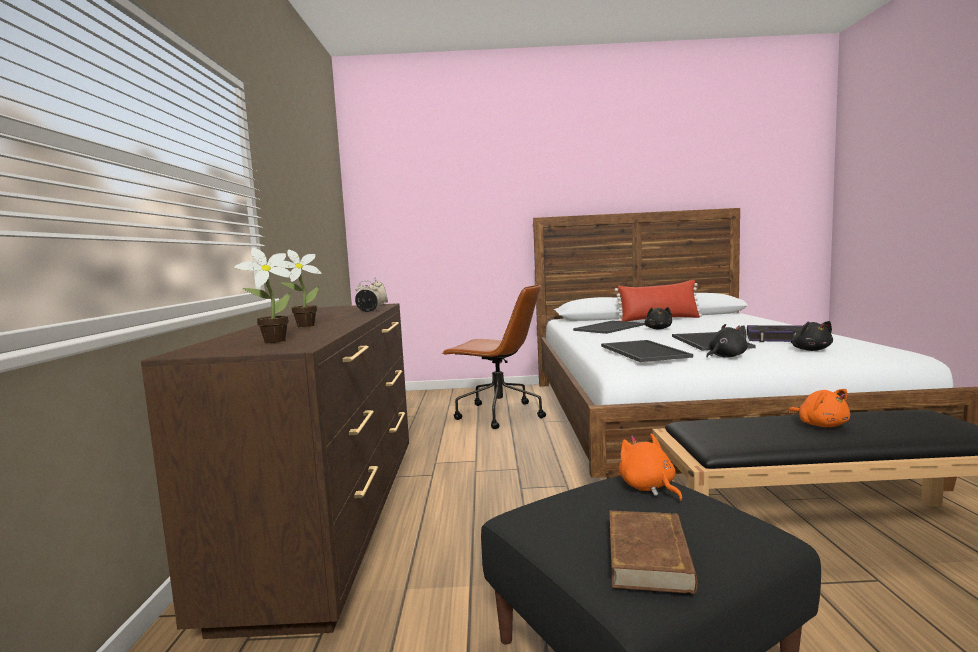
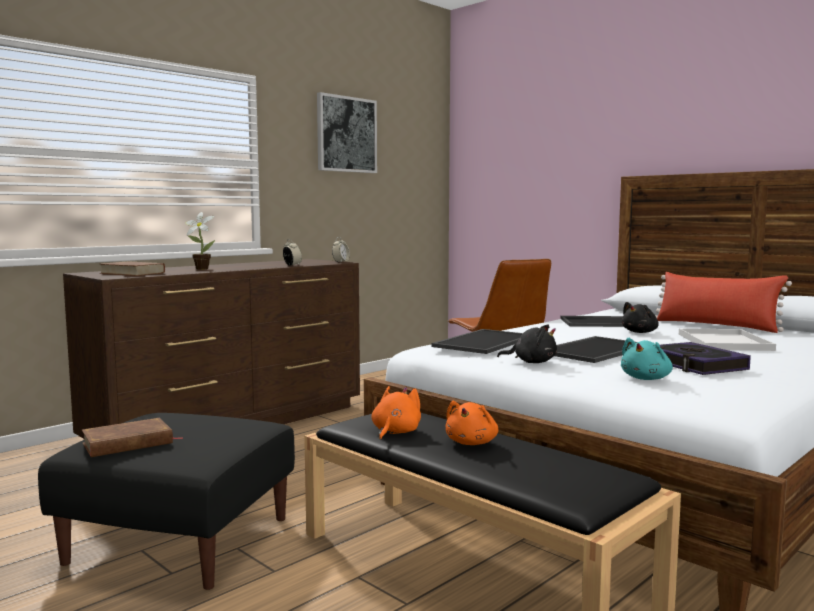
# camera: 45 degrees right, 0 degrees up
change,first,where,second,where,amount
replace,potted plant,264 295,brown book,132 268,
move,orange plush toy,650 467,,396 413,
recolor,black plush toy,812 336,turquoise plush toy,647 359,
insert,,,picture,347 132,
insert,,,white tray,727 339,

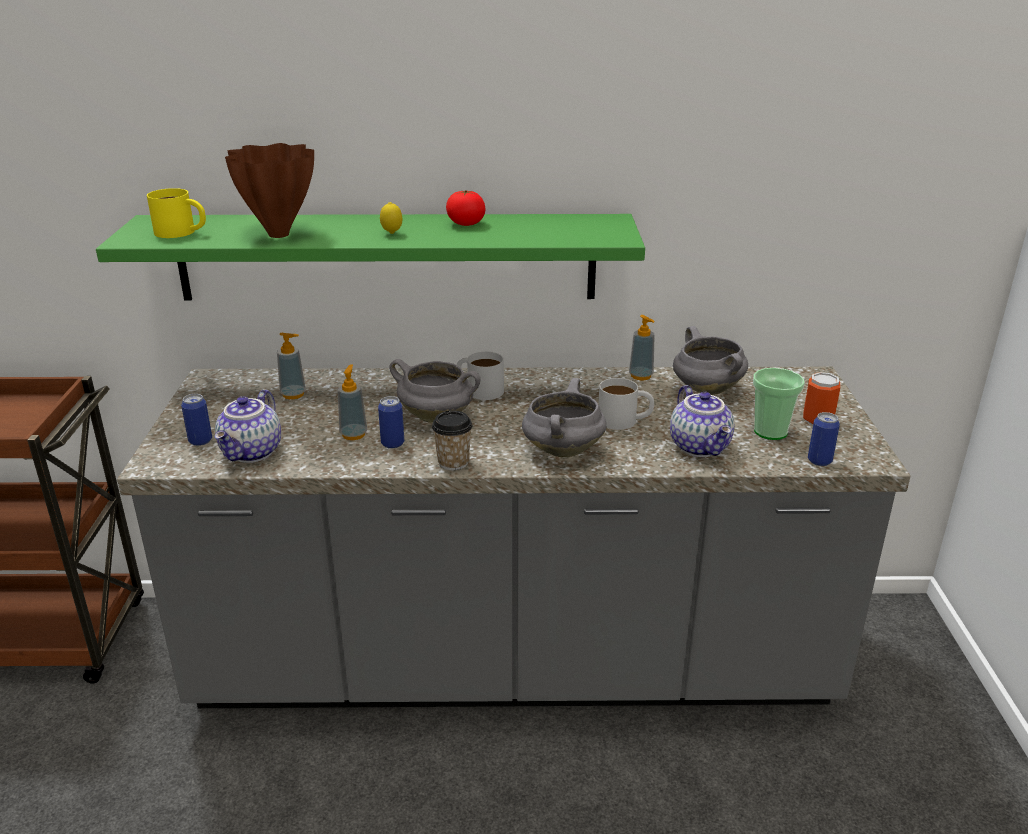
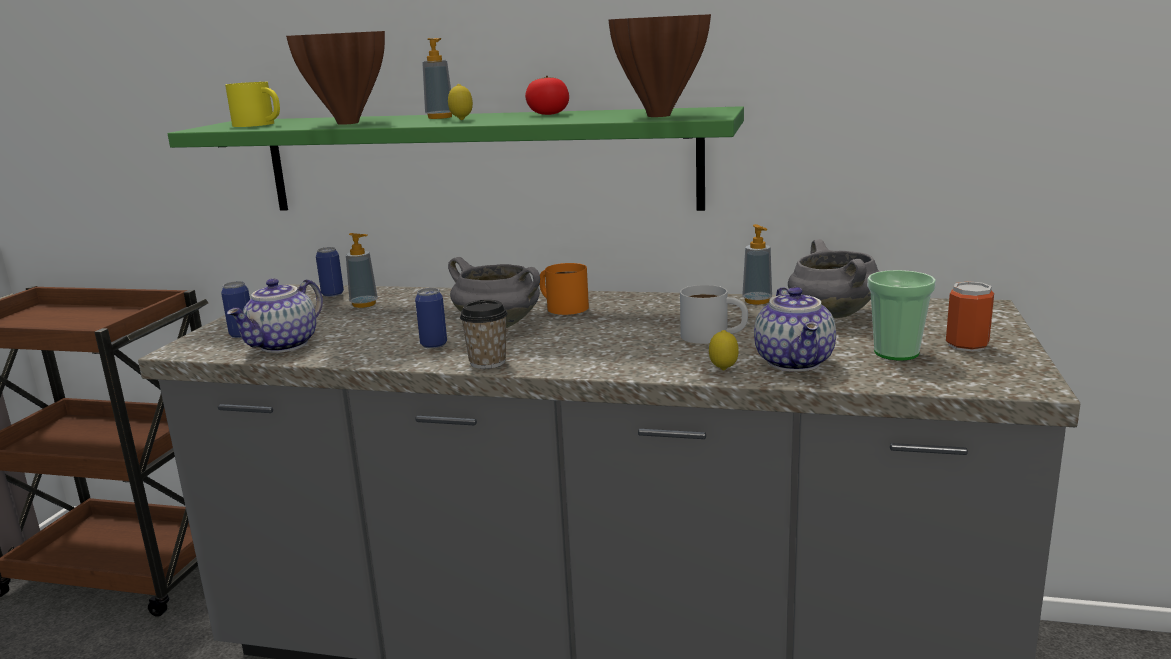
# camera: 15 degrees right, 10 degrees down
change,first,where,second,where,amount
move,soap dispenser,352 402,,437 78,
recolor,white mug,480 376,orange mug,564 289,
delete,grey cooking pot,564 418,,,
move,can,824 439,,330 272,
insert,,,brown vase,659 65,
insert,,,lemon,724 350,

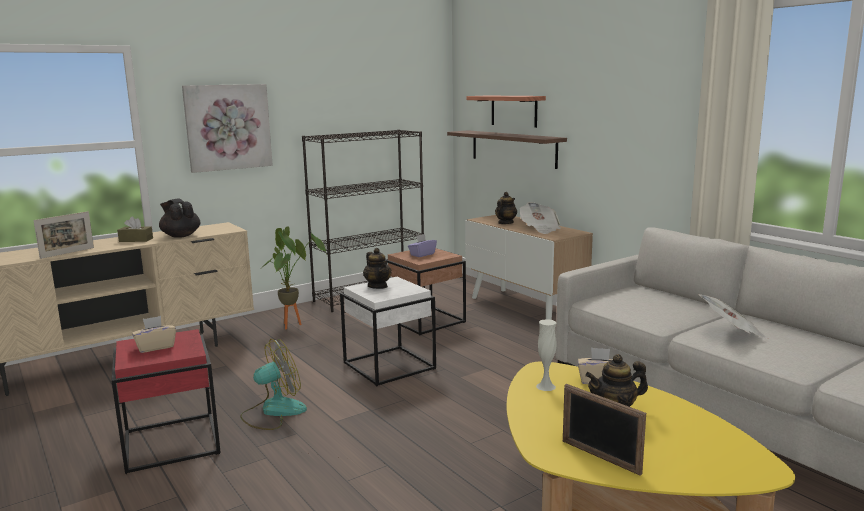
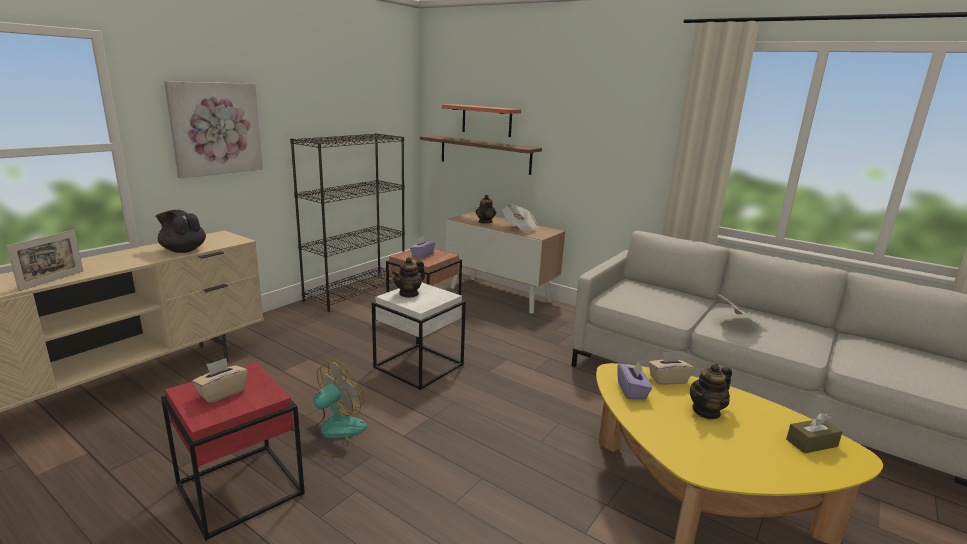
# camera: 20 degrees left, 5 degrees up
change,first,where,second,where,amount
move,brown tissue box,135 229,,814 433,
delete,potted plant,294 277,,,
rotate,teapot,377 268,,408 277,90 degrees clockwise
replace,white vase,546 355,purple tissue box,634 380,
delete,picture frame,604 430,,,

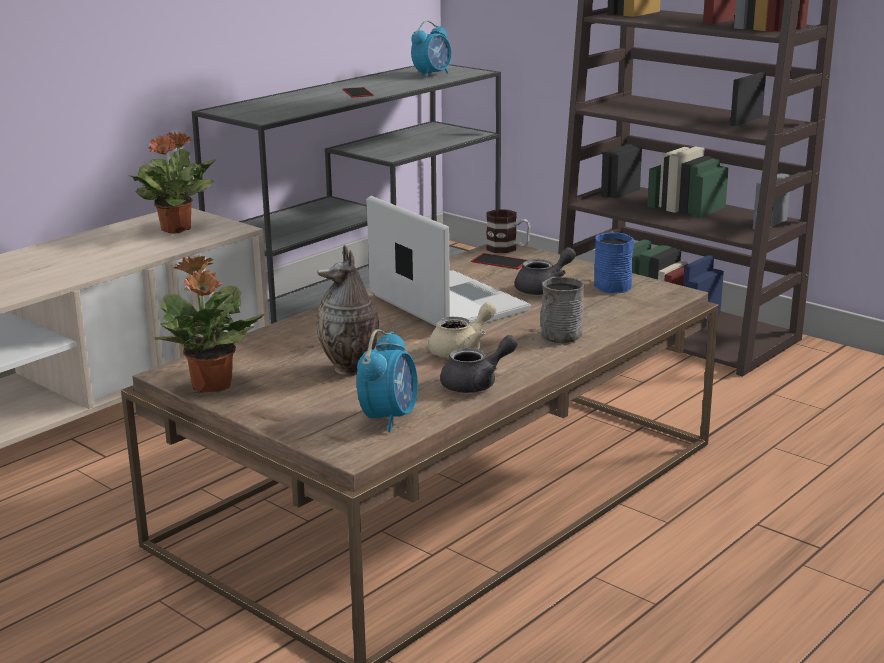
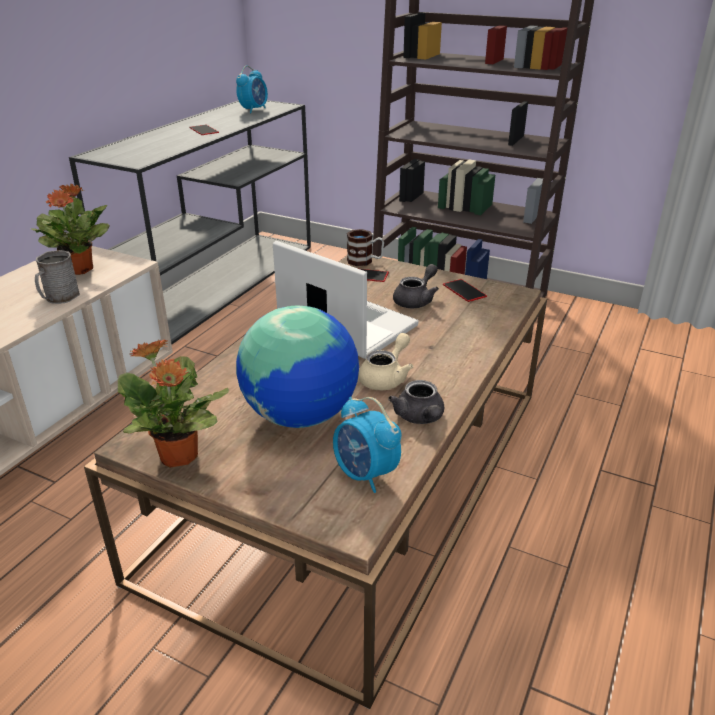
# camera: 15 degrees left, 10 degrees up
change,first,where,second,where,amount
replace,vase,348 310,globe,297 367,
rotate,alarm clock,387 380,,367 445,135 degrees clockwise
rotate,grey teapot,479 364,,416 402,120 degrees clockwise
move,grey mug,562 311,,57 277,
replace,blue mug,614 263,phone,465 290,

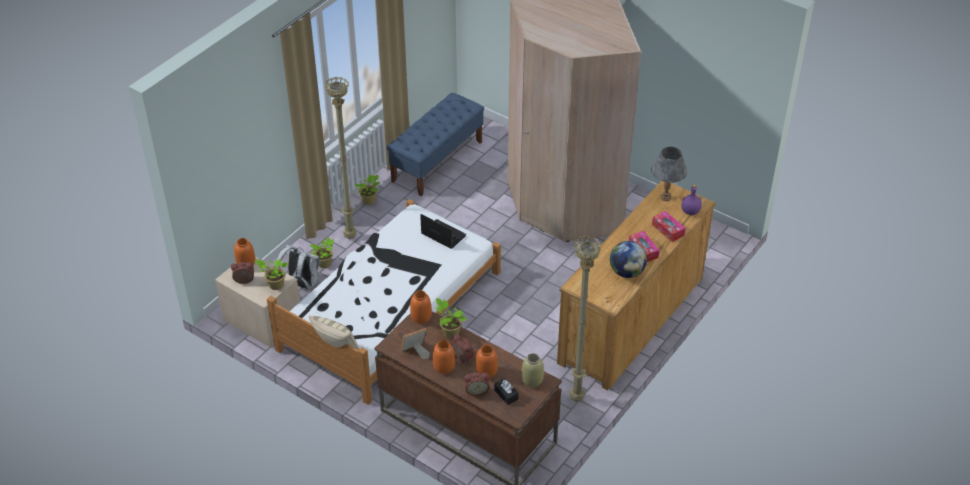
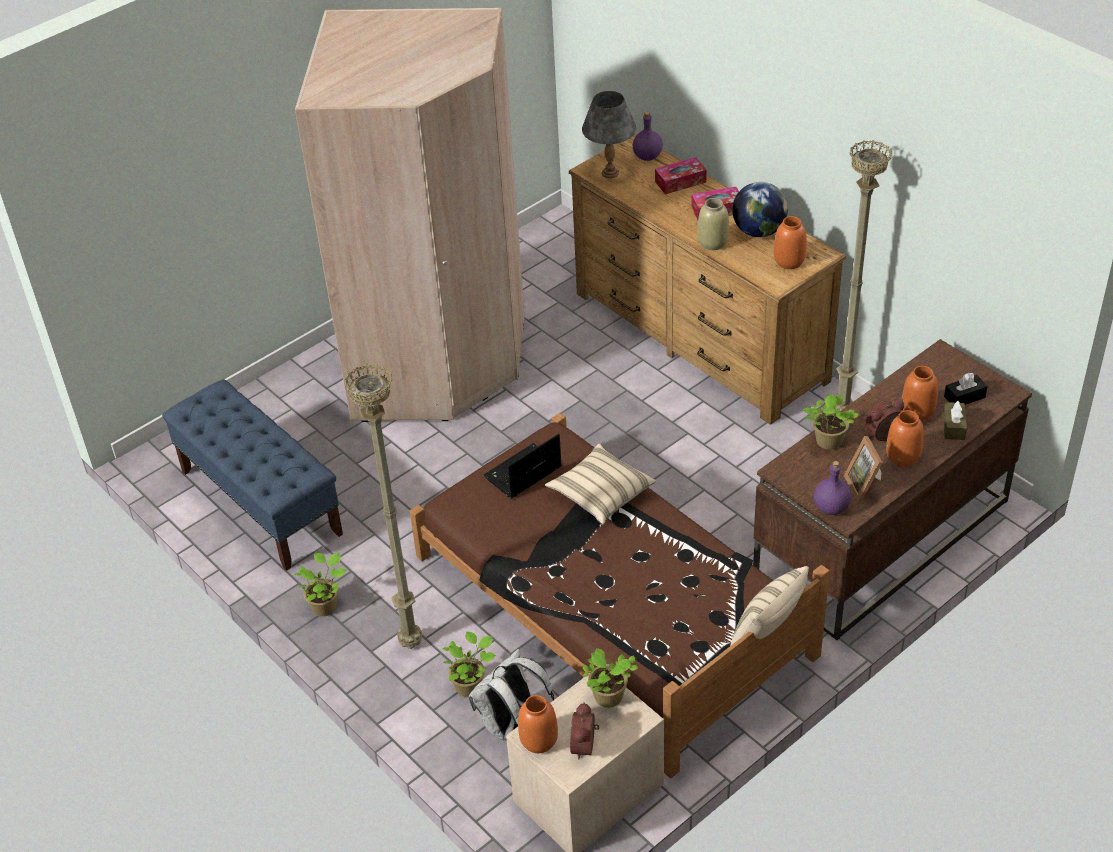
# camera: 75 degrees left, 0 degrees up
change,first,where,second,where,amount
recolor,white bed,384 302,brown bed,620 595,
move,orange vase,421 307,,790 242,
replace,alarm clock,476 384,brown tissue box,955 420,
move,beige vase,532 370,,713 224,
insert,,,beige pillow,600 484,
insert,,,purple bottle,832 488,

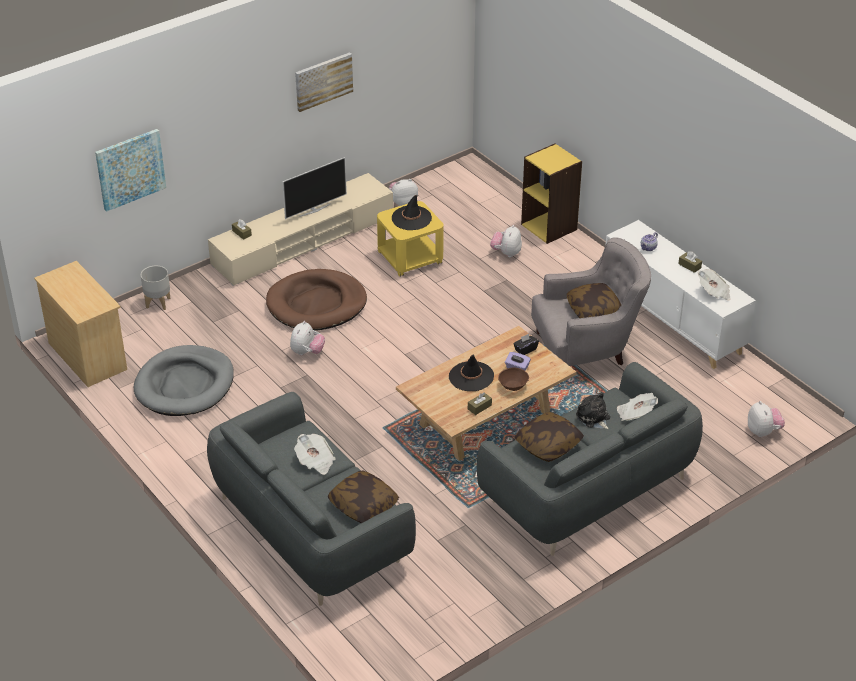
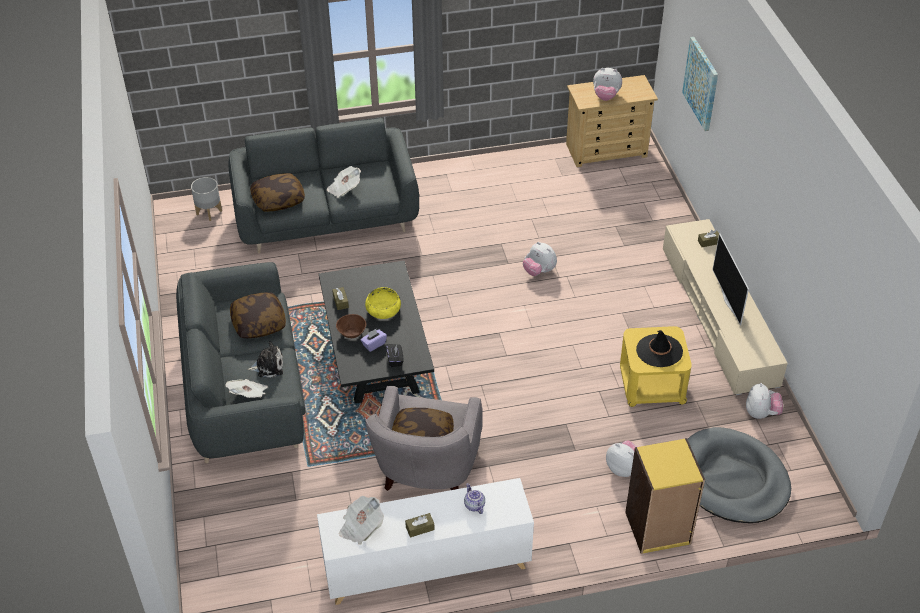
# camera: 115 degrees right, 5 degrees up
change,first,where,second,where,amount
move,grey dog bed,184 380,,739 475,
move,grey planter,156 288,,206 199,
delete,brown dog bed,316 300,,,
delete,picture,324 82,,,
recolor,beige coffee table,486 393,black coffee table,376 332,
replace,black hat,471 373,yellow bowl,383 303,
move,plush toy,766 419,,607 84,

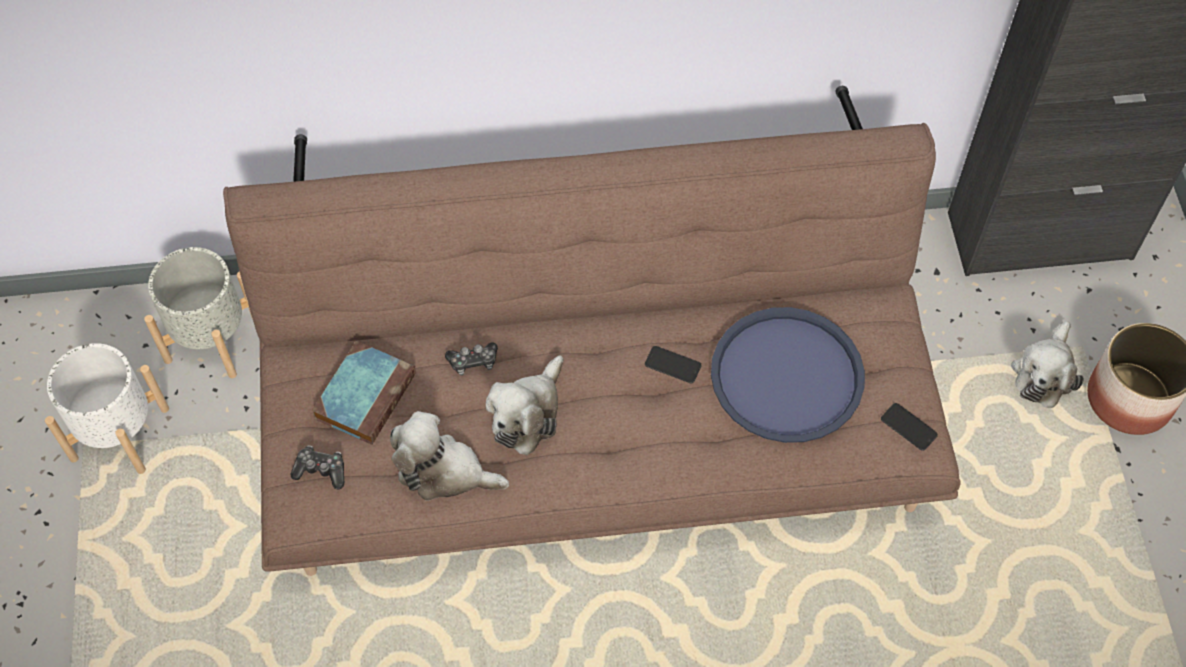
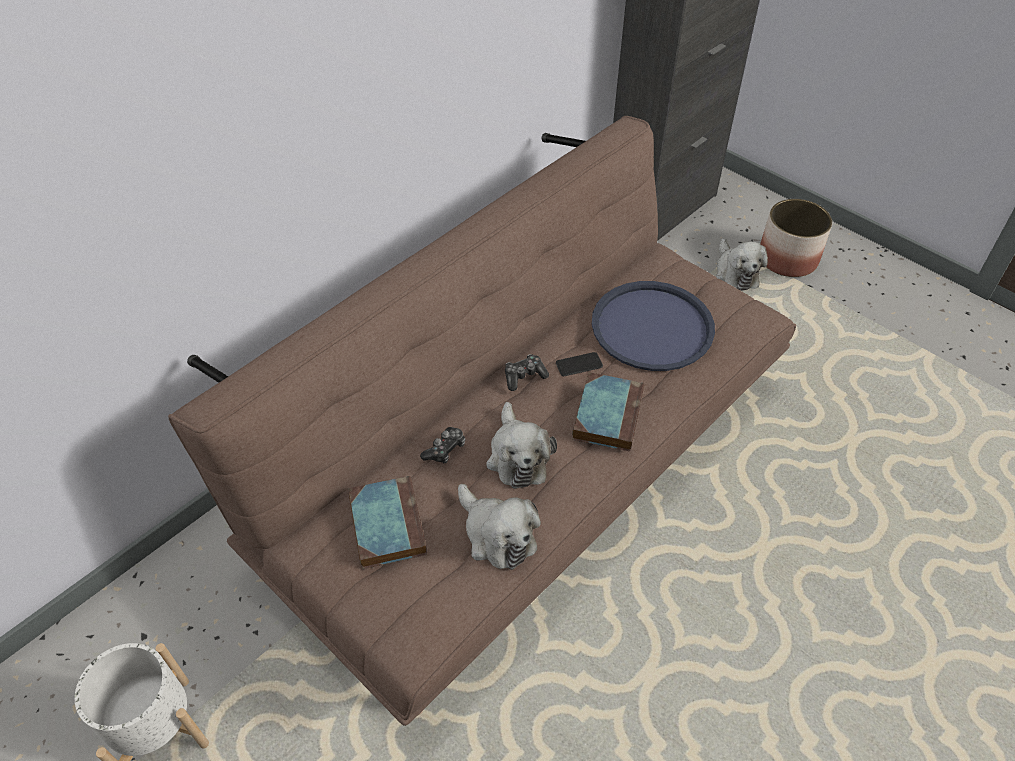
# camera: 40 degrees left, 10 degrees down
change,first,where,second,where,amount
delete,grey planter,198 312,,,
move,game controller,317 467,,527 372,
rotate,plush toy,449 456,,499 527,105 degrees counterclockwise
delete,phone,909 427,,,
insert,,,book,608 411,

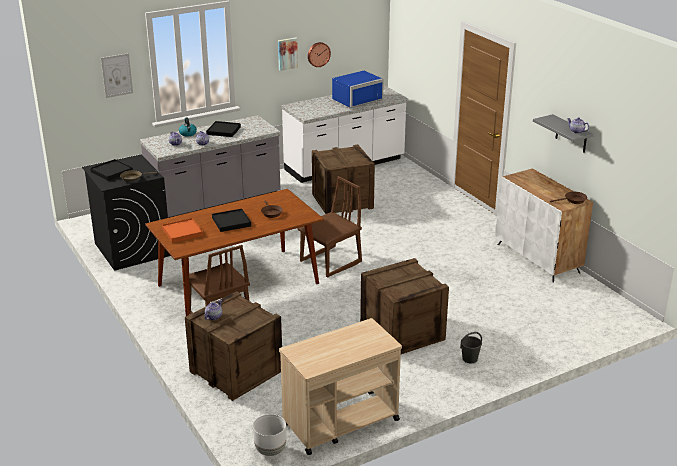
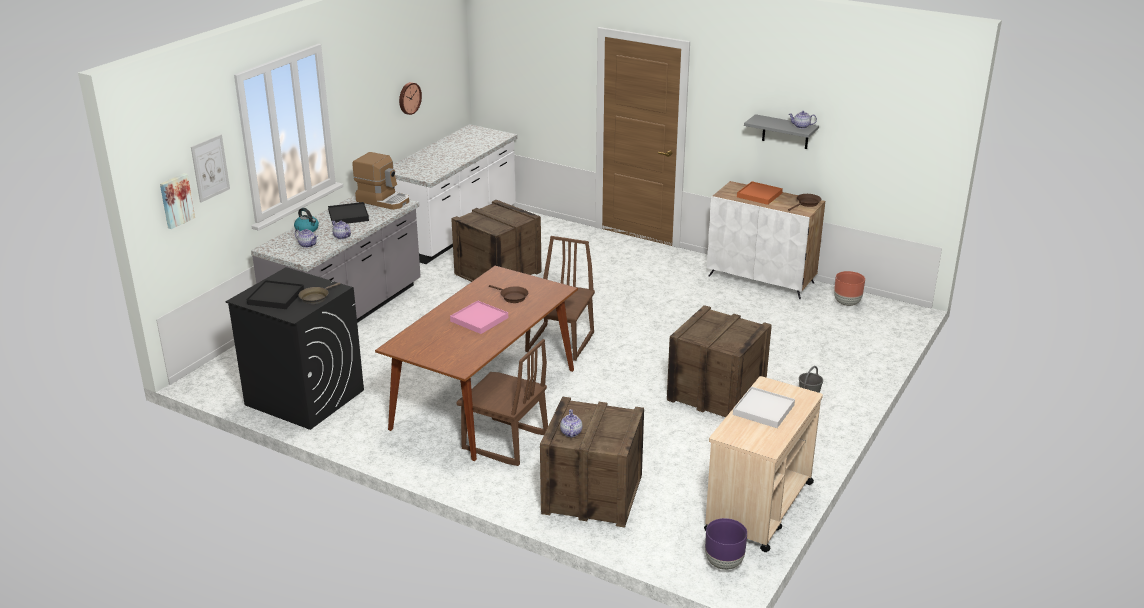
# camera: 30 degrees left, 0 degrees up
change,first,where,second,where,amount
move,orange tray,182 230,,760 193,
recolor,black tray,231 220,pink tray,479 317,
recolor,white planter,269 435,purple planter,726 544,
move,picture,288 54,,177 201,
delete,blue microwave,358 89,,,
insert,,,coffee machine,381 181,
insert,,,white tray,764 407,
insert,,,brown planter,849 288,

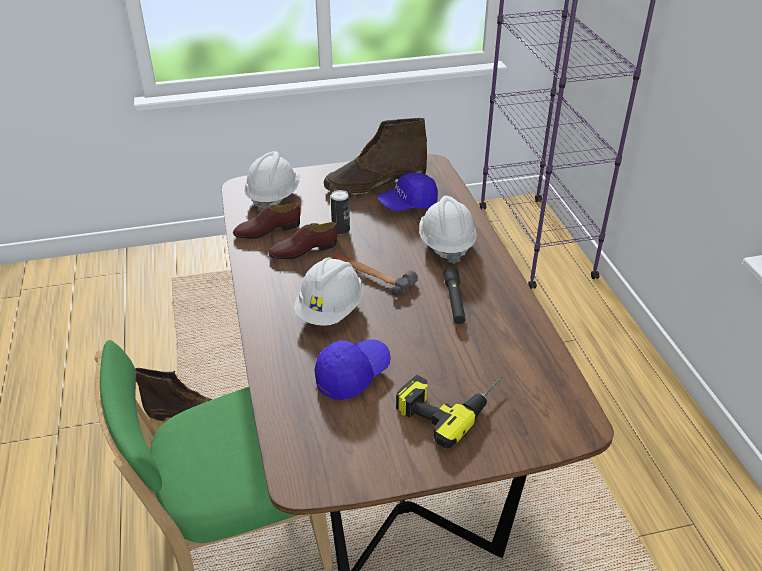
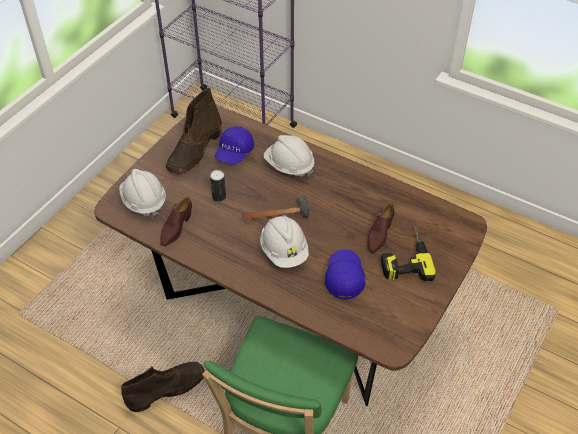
# camera: 45 degrees left, 10 degrees up
change,first,where,second,where,amount
move,brown shoe,303 241,,381 228,
delete,black flashlight,454 295,,,

